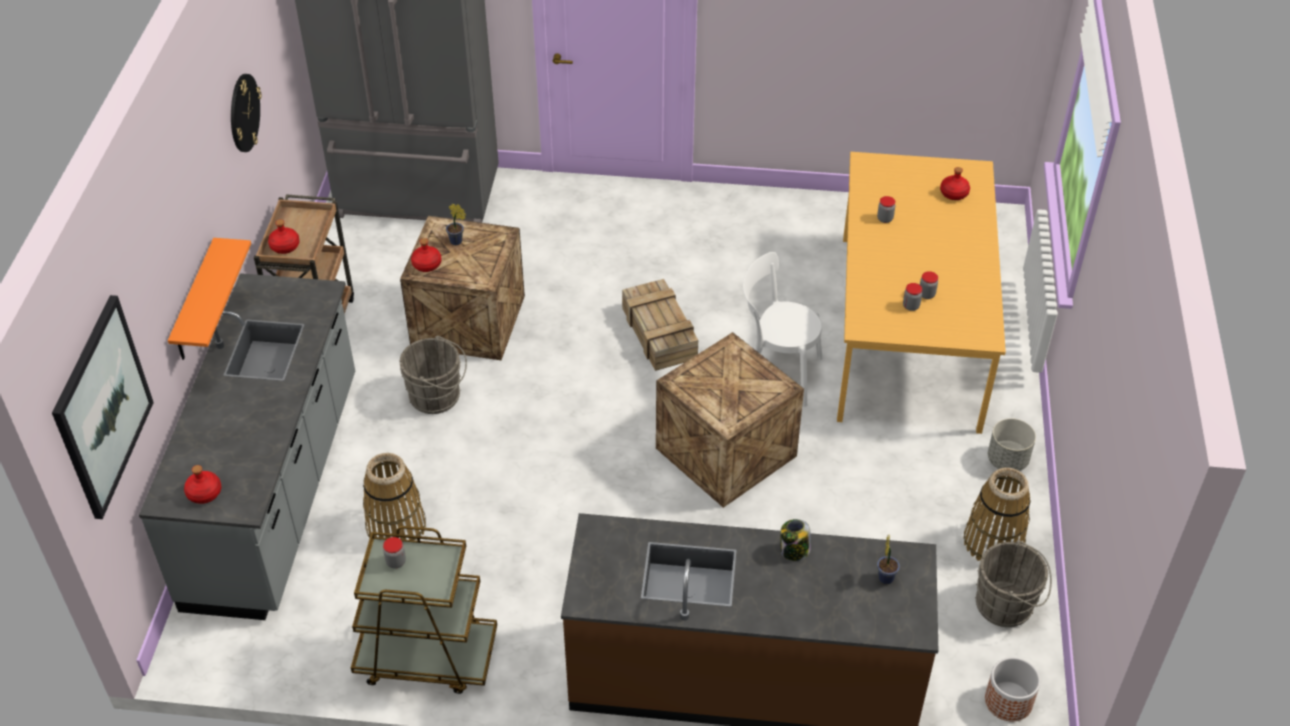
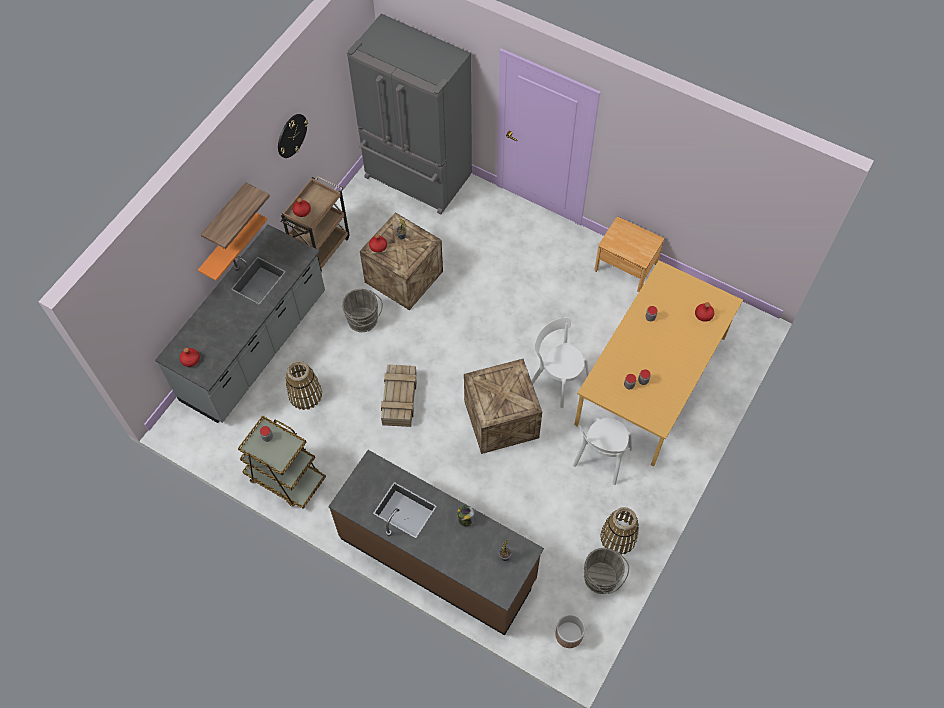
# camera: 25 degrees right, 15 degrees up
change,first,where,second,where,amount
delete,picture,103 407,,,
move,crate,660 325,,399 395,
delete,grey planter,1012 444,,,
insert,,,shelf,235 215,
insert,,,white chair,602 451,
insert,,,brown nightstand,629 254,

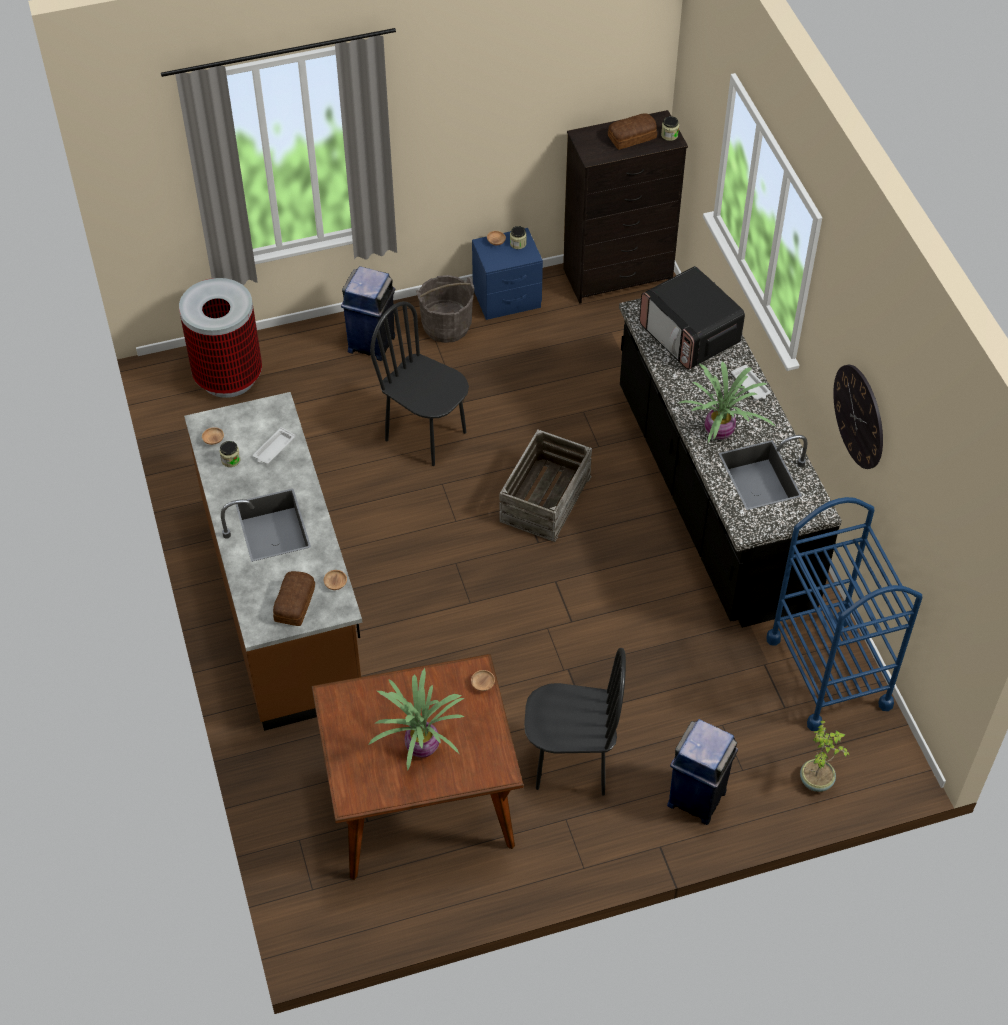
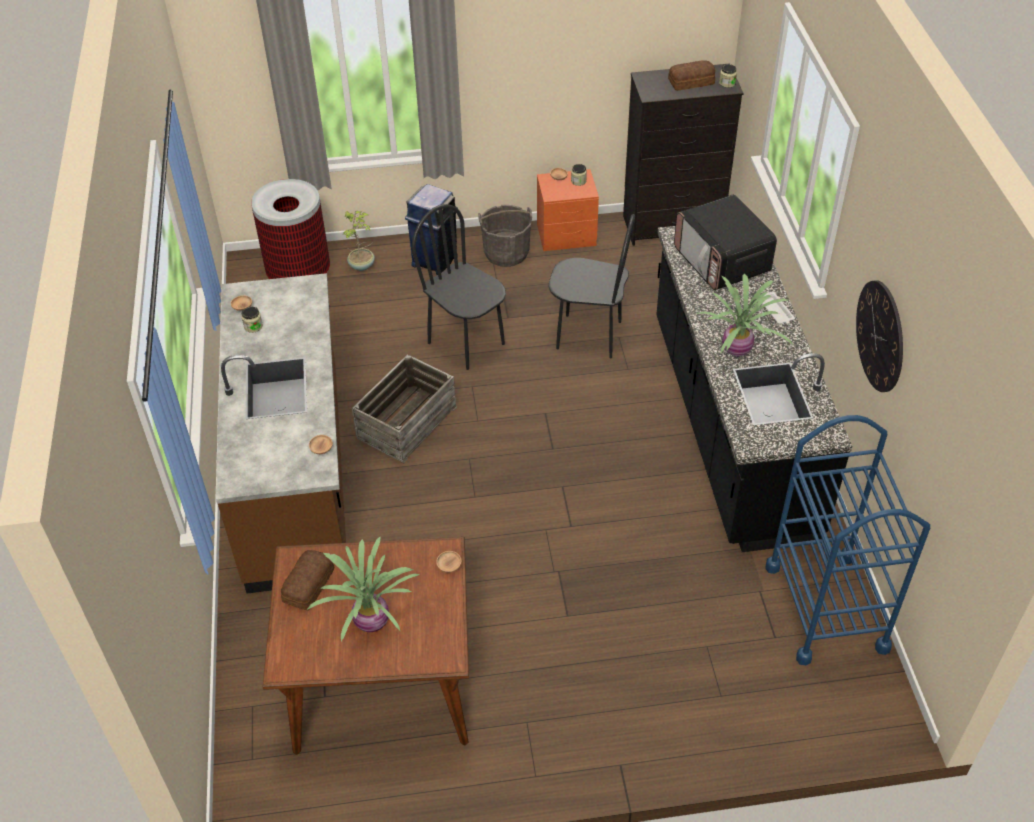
# camera: 10 degrees right, 5 degrees down
change,first,where,second,where,amount
delete,white tray,274 445,,,
move,bread,294 598,,307 580,
recolor,blue nightstand,507 274,orange nightstand,568 210,
move,crate,545 485,,404 408,
move,black chair,575 722,,591 286,
delete,blue trash can,702 772,,,
move,potted plant,825 756,,359 241,

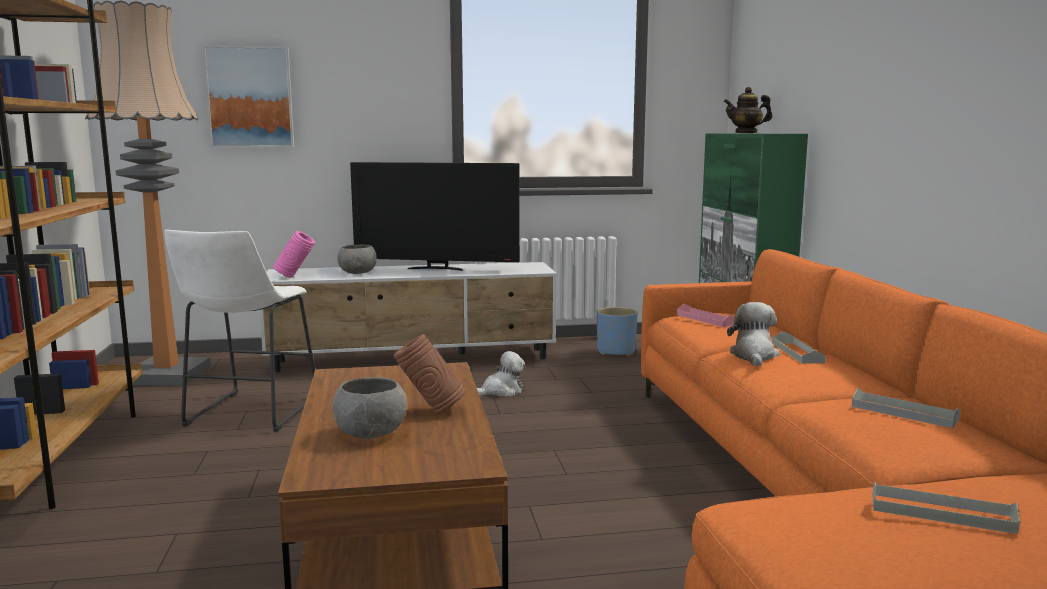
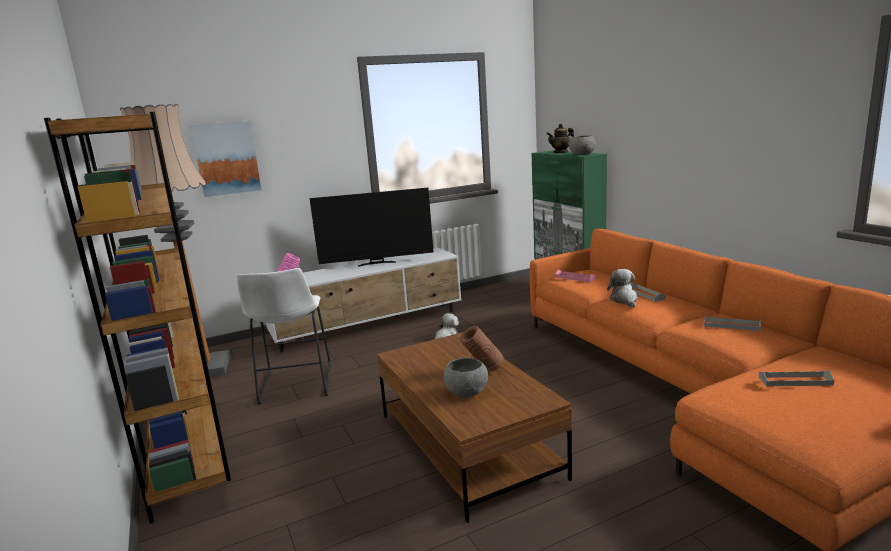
# camera: 15 degrees left, 5 degrees up
change,first,where,second,where,amount
move,grey bowl,357 259,,582 145,
delete,blue planter,617 331,,,

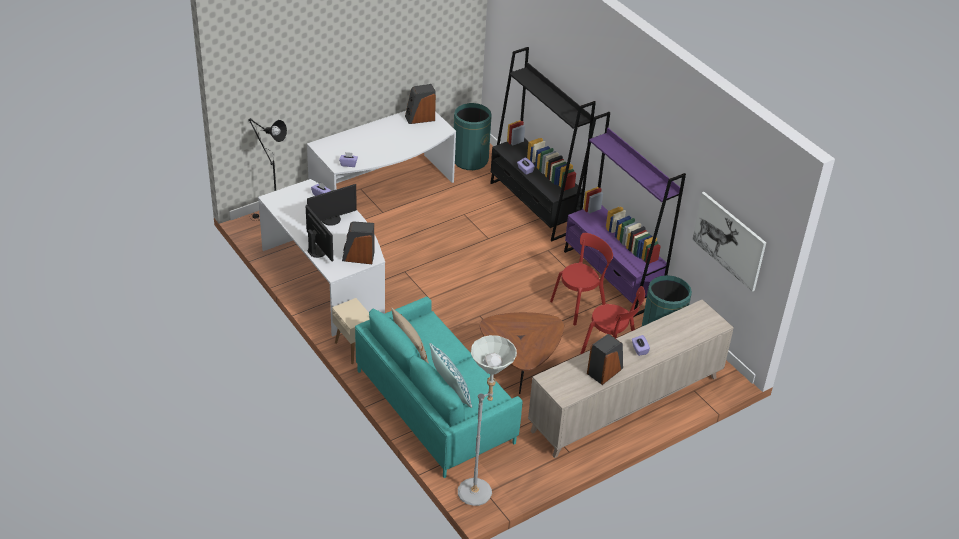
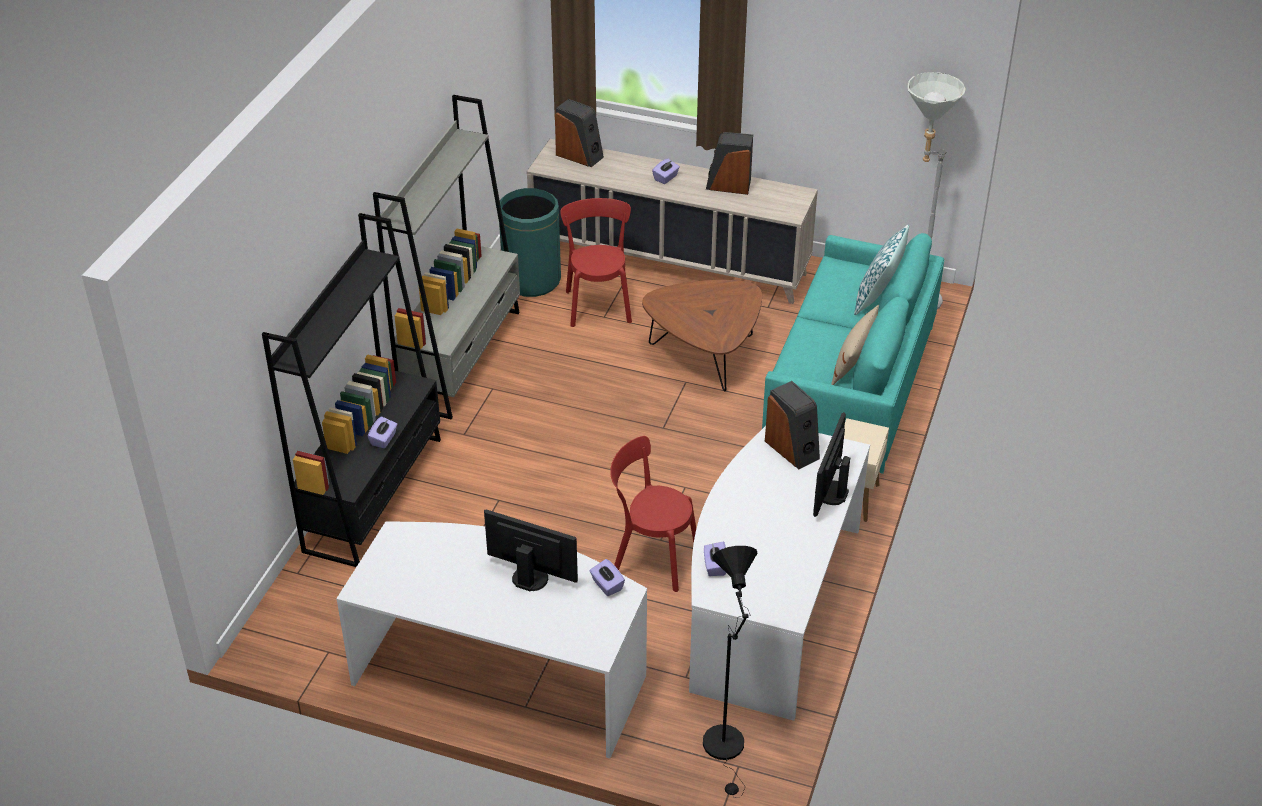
# camera: 125 degrees left, 0 degrees up
change,first,where,second,where,amount
move,monitor,332 205,,531 550,
move,speaker,420 104,,579 133,
delete,green trash can,473 136,,,
move,red chair,581 279,,653 514,
recolor,purple bookcase,625 214,grey bookcase,446 257,
delete,picture,729 242,,,

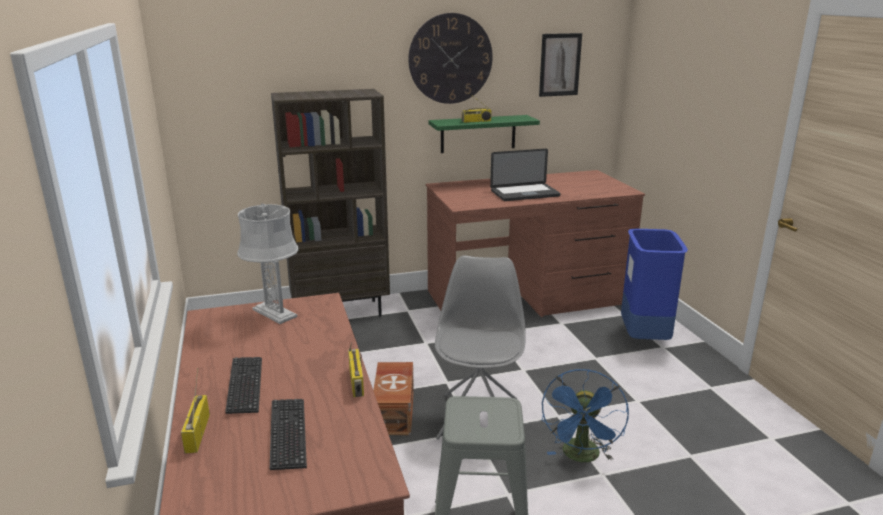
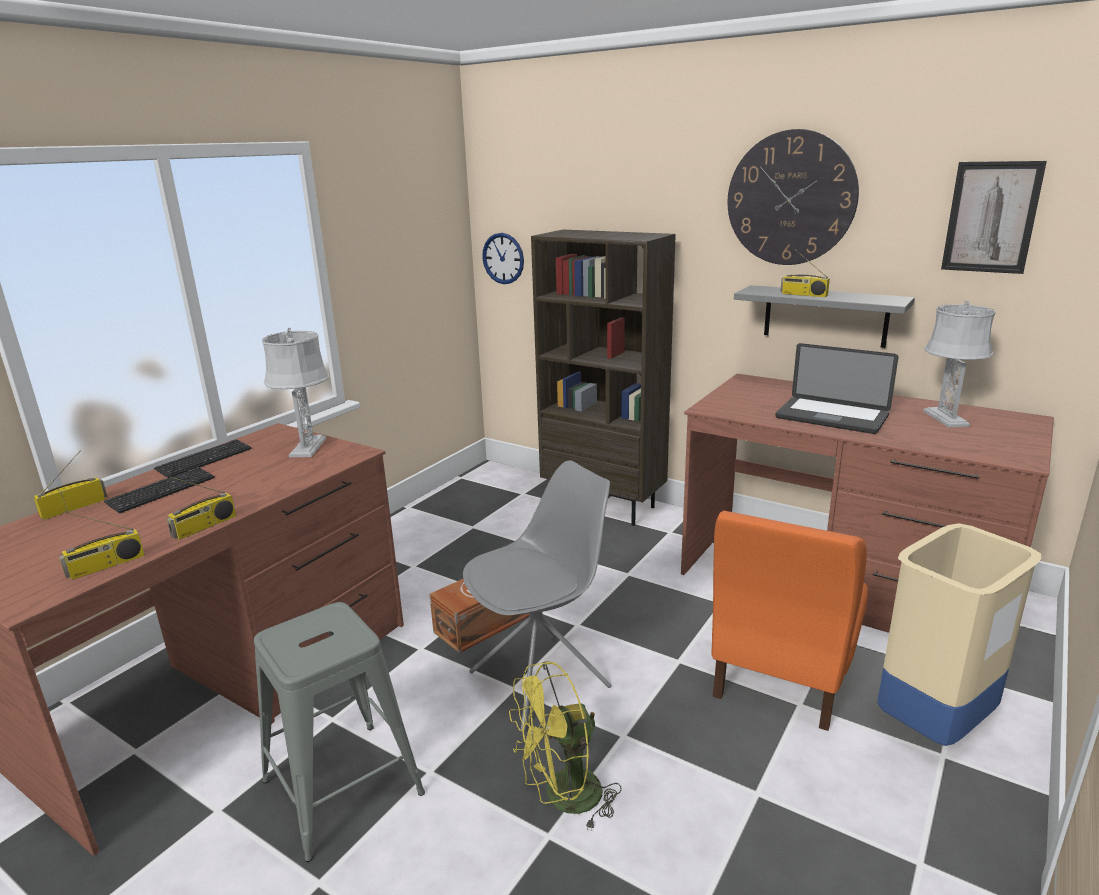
# camera: 50 degrees right, 0 degrees up
change,first,where,second,where,amount
move,keyboard,288 434,,203 458,
recolor,green shelf,484 134,grey shelf,824 316,
recolor,blue fan,585 415,yellow fan,565 745,
recolor,blue trash can,654 284,beige trash can,959 634,
insert,,,radio,102 545,
insert,,,wall clock,503 258,
insert,,,orange chair,789 620,
insert,,,grey table lamp,959 364,

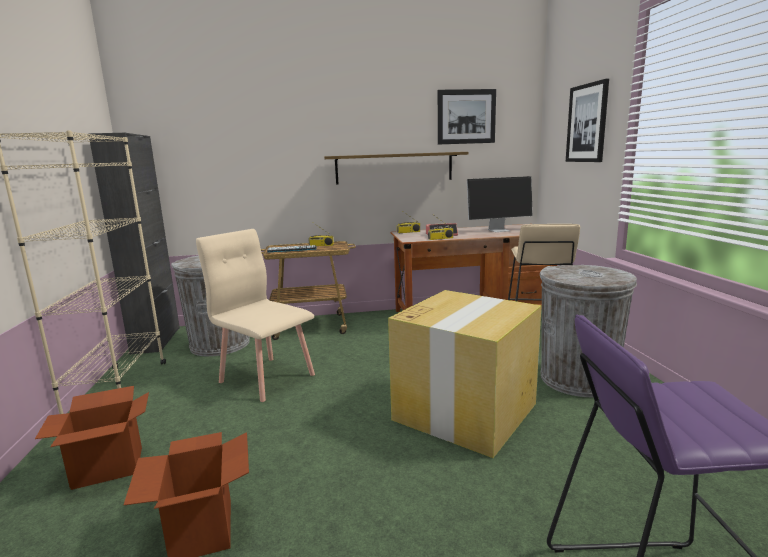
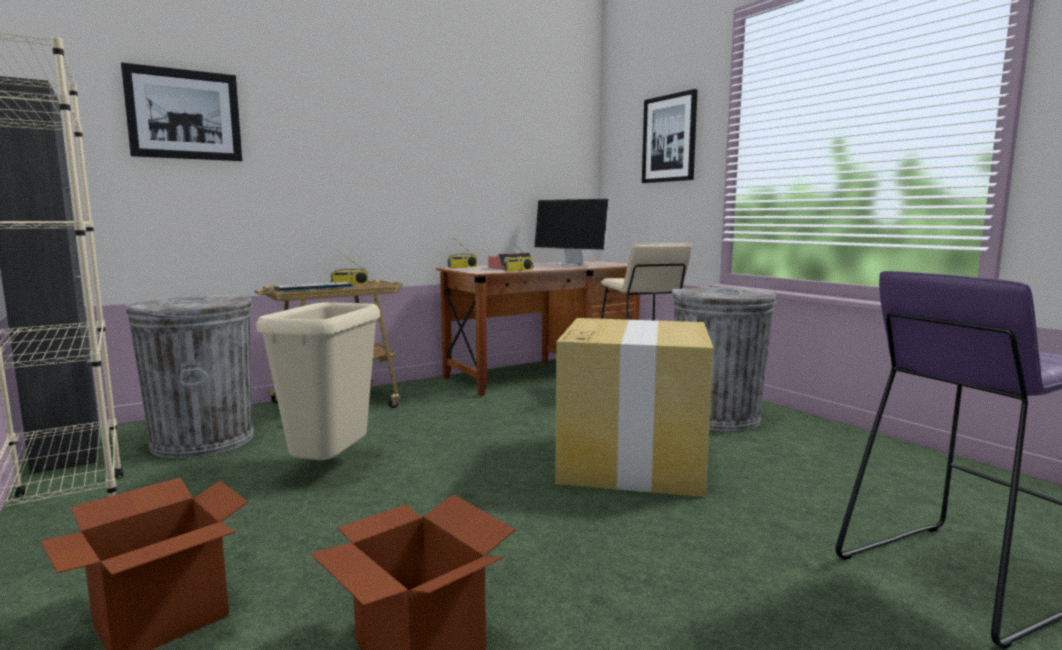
# camera: 25 degrees left, 5 degrees down
change,first,where,second,where,amount
replace,beige chair,255 315,beige trash can,318 381,
delete,shelf,396 168,,,
move,picture,467 116,,181 111,
rotate,monitor,499 204,,572 232,75 degrees clockwise

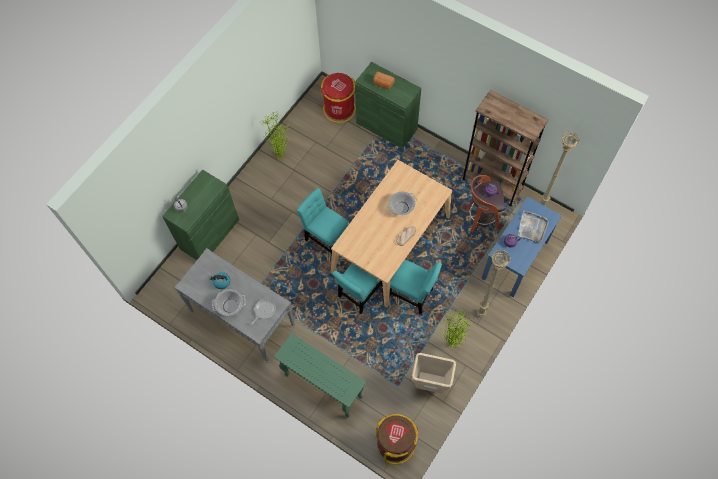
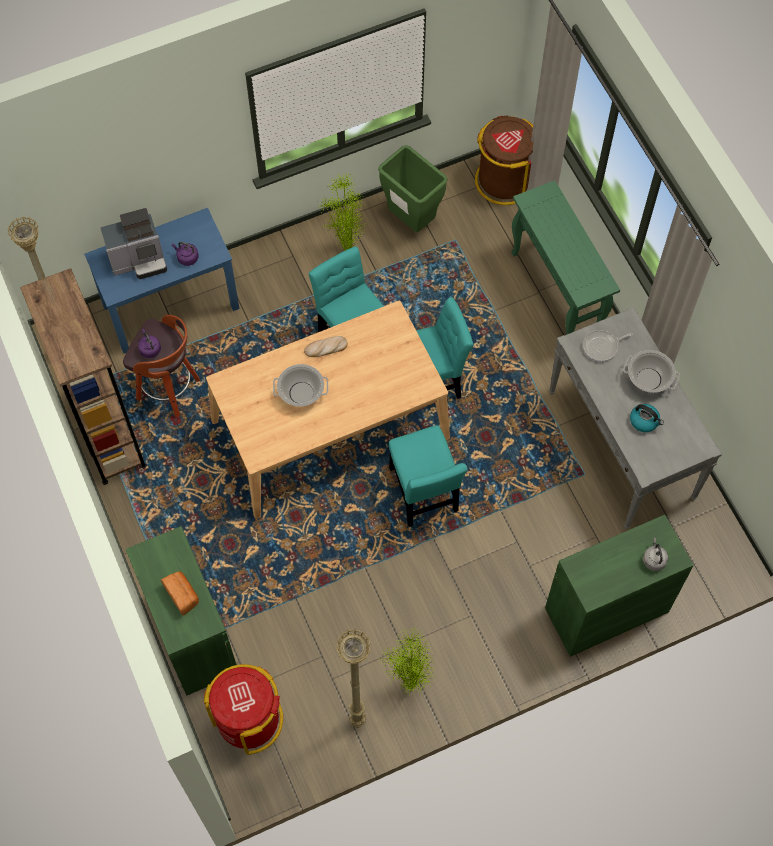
# camera: 150 degrees left, 0 degrees up
change,first,where,second,where,amount
recolor,beige trash can,434 373,green trash can,413 188,
move,beige floor lamp,494 283,,353 678,
replace,grey tray,533 227,coffee machine,133 243,

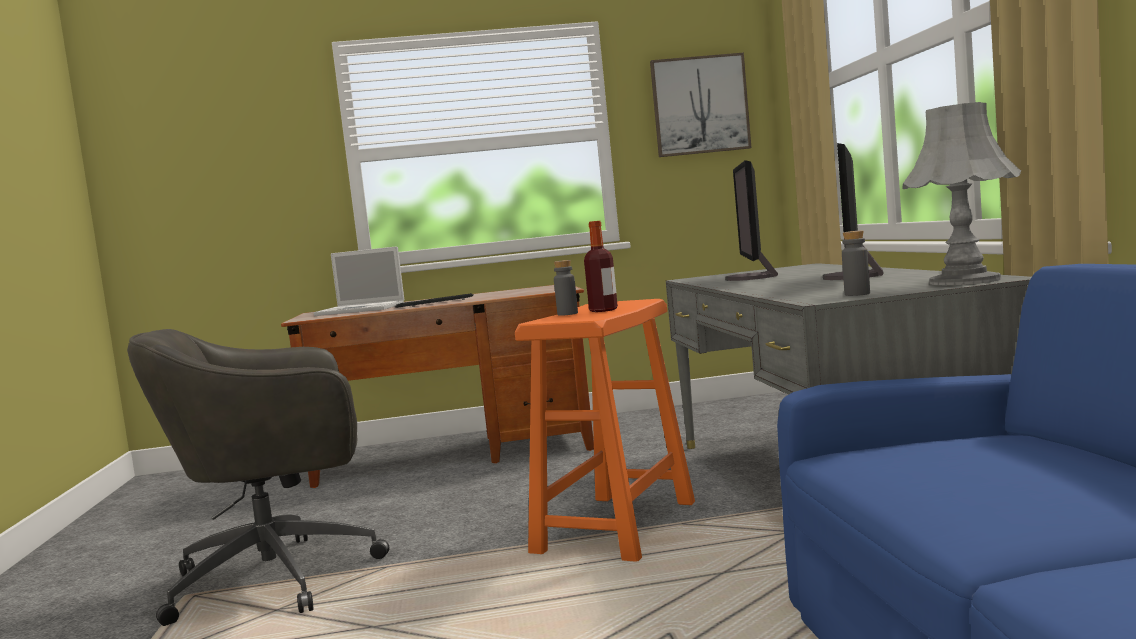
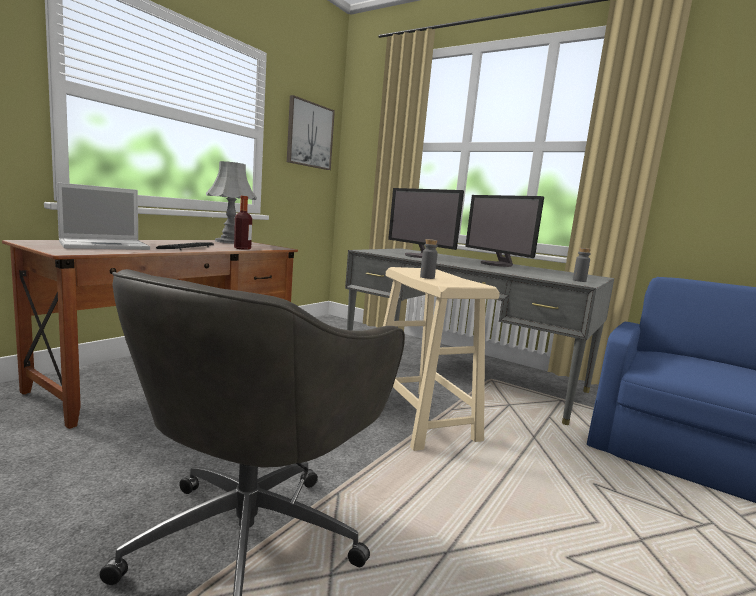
# camera: 50 degrees left, 5 degrees up
change,first,where,second,where,amount
recolor,orange stool,605 430,beige stool,441 359,
move,bottle,601 266,,243 223,
move,grey table lamp,961 193,,231 202,

